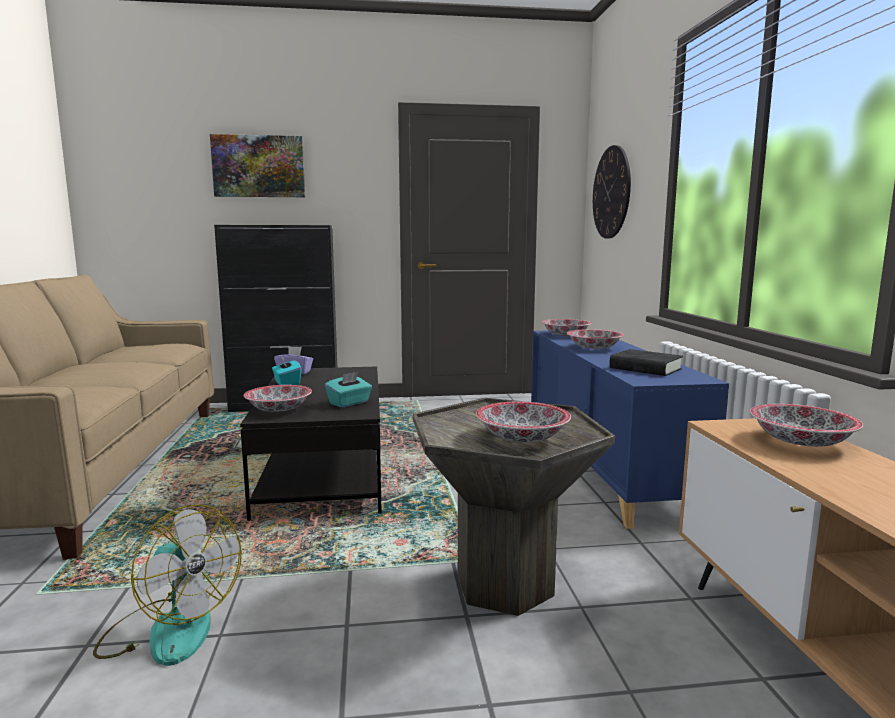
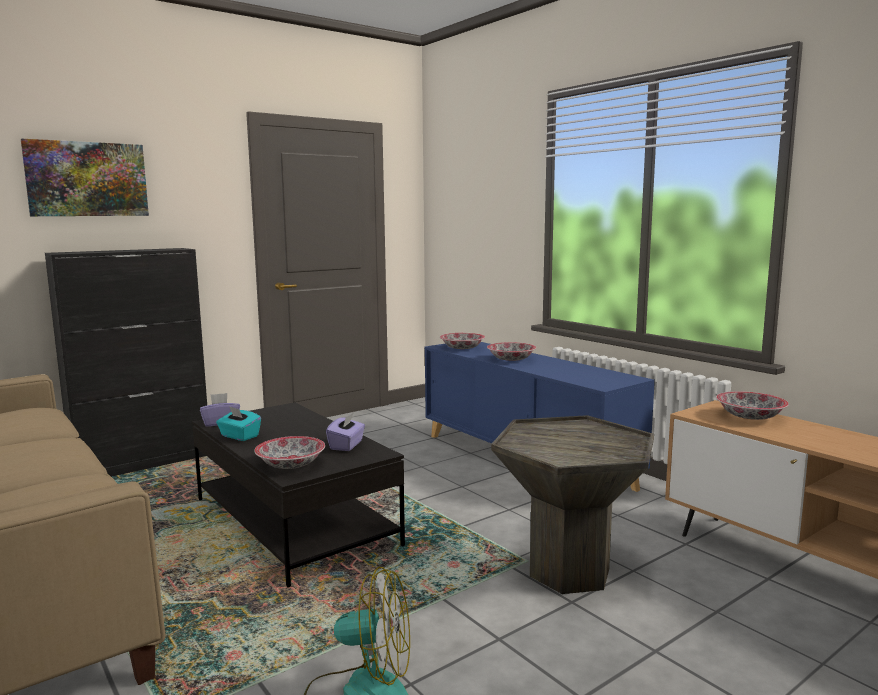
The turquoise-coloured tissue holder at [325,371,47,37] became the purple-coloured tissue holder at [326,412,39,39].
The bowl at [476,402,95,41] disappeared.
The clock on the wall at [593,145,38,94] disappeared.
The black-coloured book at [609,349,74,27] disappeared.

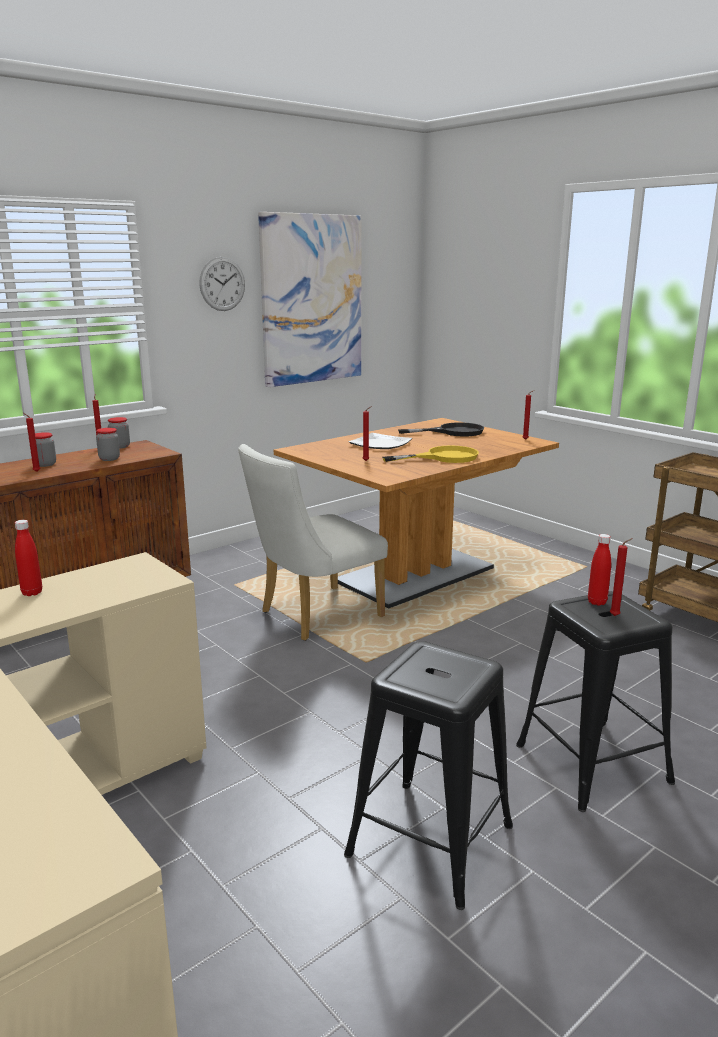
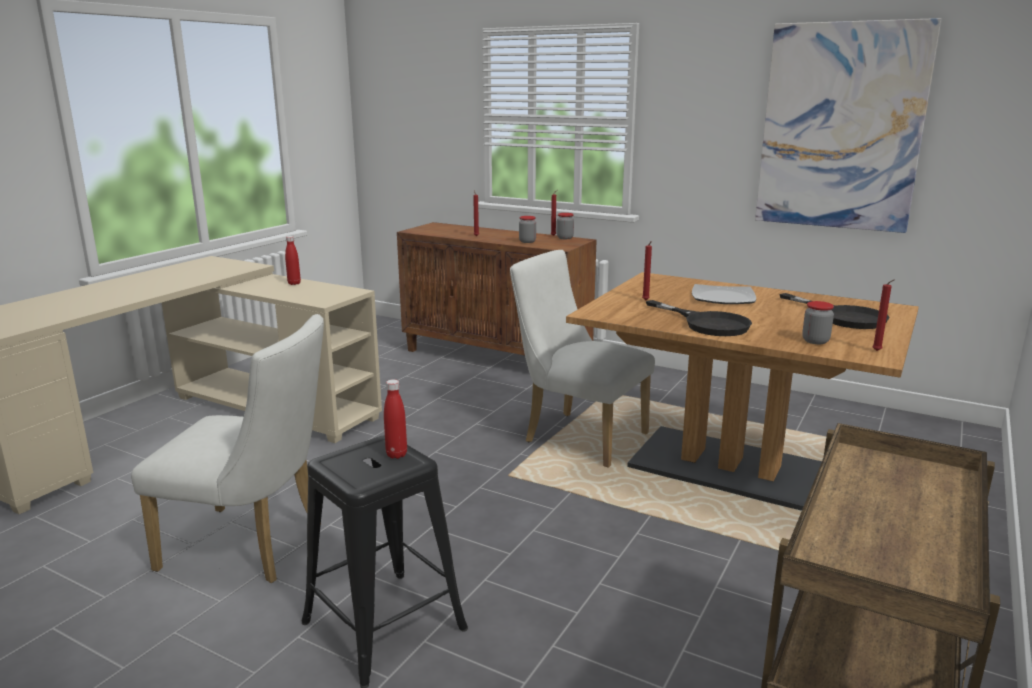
The storage jar moved from [35,432,21,35] to [802,301,32,43].
The clock on the wall at [199,257,46,54] disappeared.
The black-coloured stool at [344,642,169,268] was replaced by the white-coloured upright chair at [131,314,193,269].
The yellow frying pan at [382,445,97,18] became the black-coloured frying pan at [646,300,106,36].
The red wax light at [610,538,23,78] disappeared.

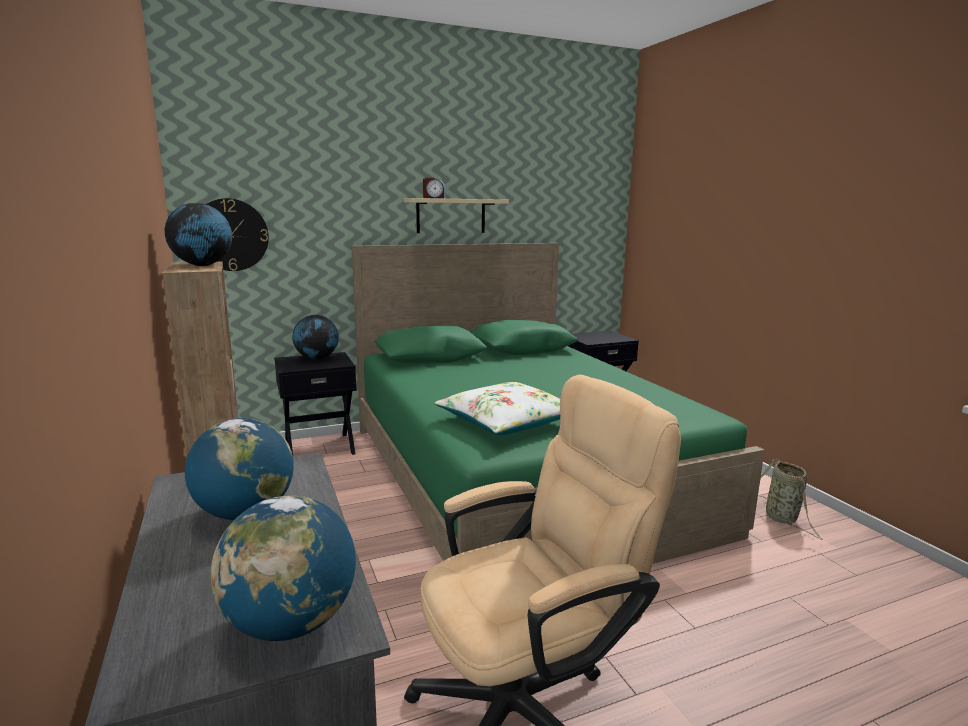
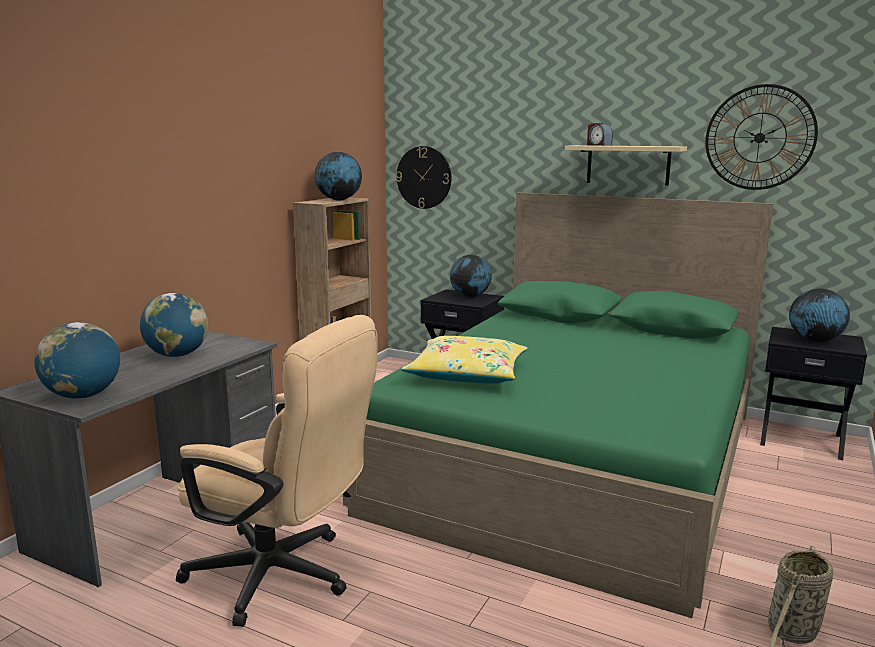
The white-coloured pillow at [434,382,126,53] became the yellow pillow at [401,336,127,48].
The clock on the wall at [705,84,113,106] appeared.
The world globe at [789,289,61,54] appeared.

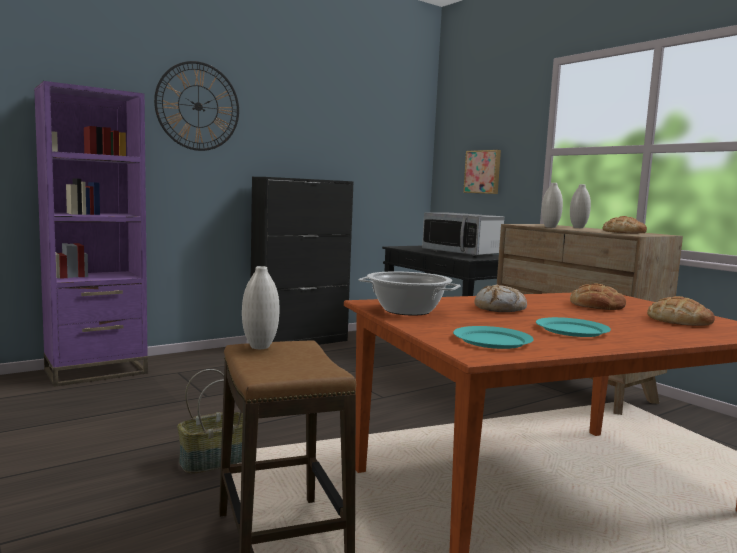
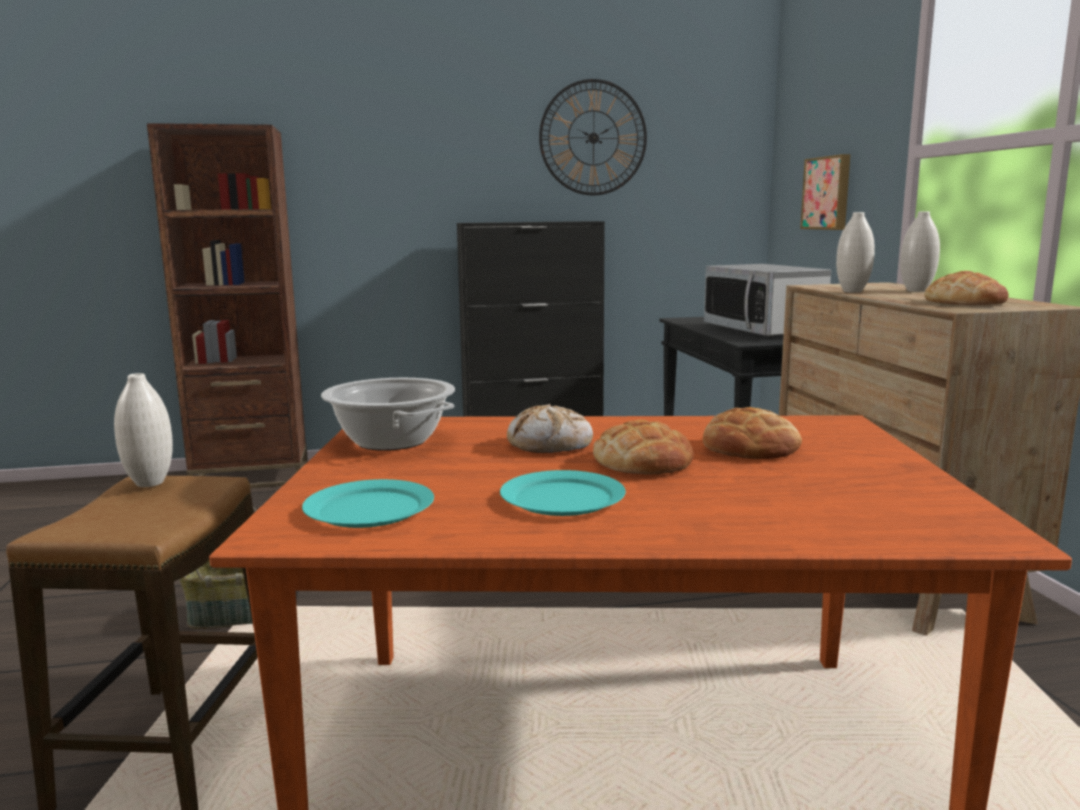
The purple-coloured bookcase at [34,81,114,306] became the brown bookcase at [147,123,161,365].
The clock on the wall moved from [154,61,85,90] to [539,79,108,117].
The bread moved from [647,296,68,30] to [593,420,101,55].

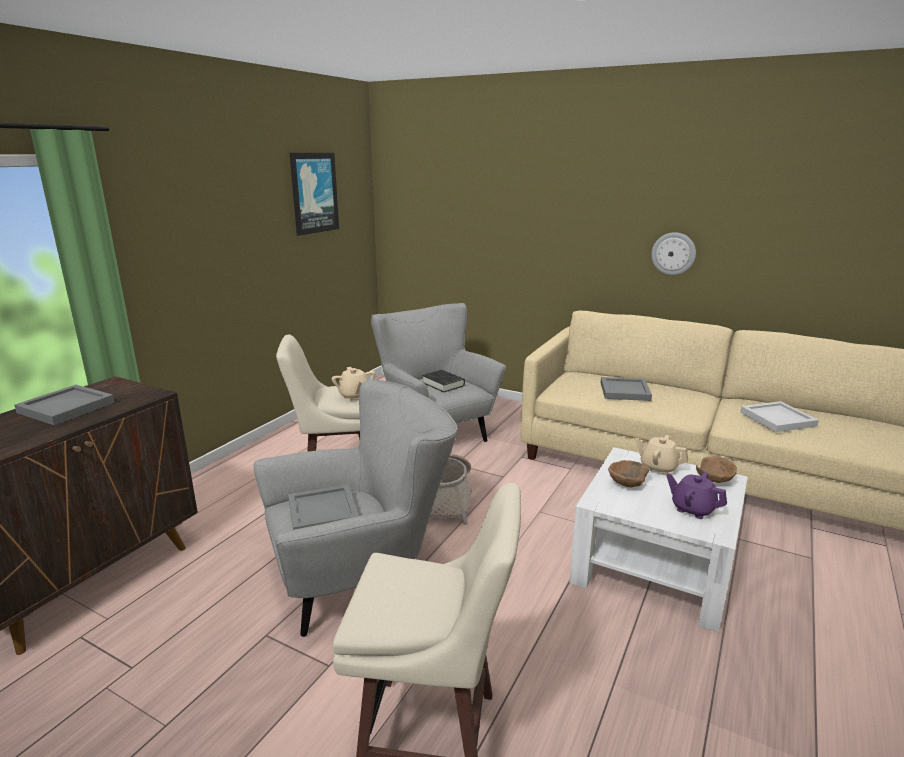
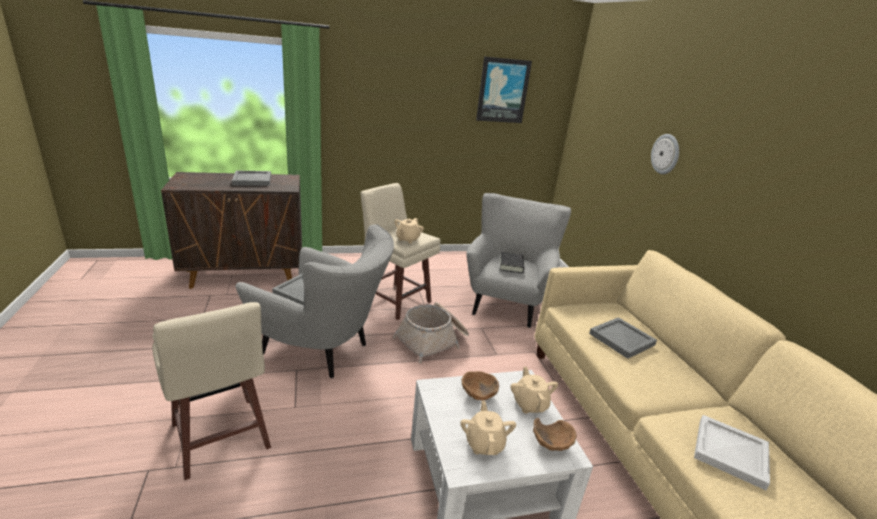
The clock on the wall moved from [651,232,45,43] to [651,134,28,40].
The purple-coloured teapot at [666,472,61,47] became the beige-coloured teapot at [460,401,56,54].

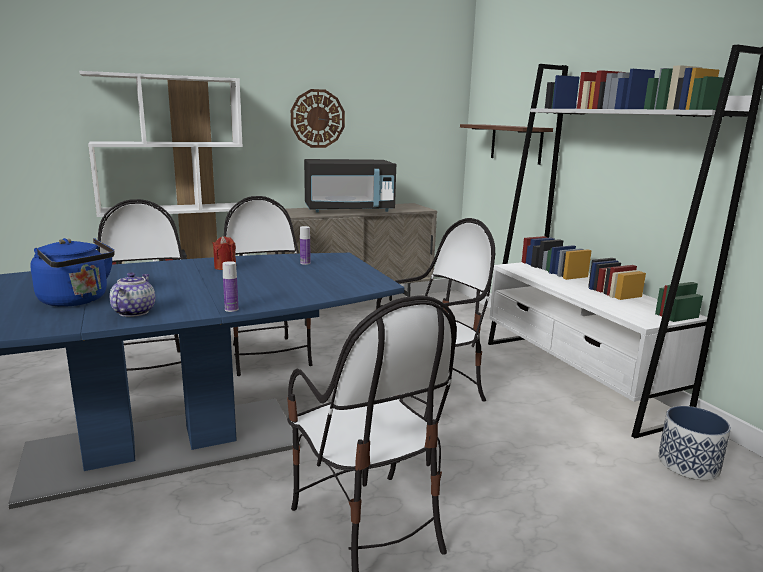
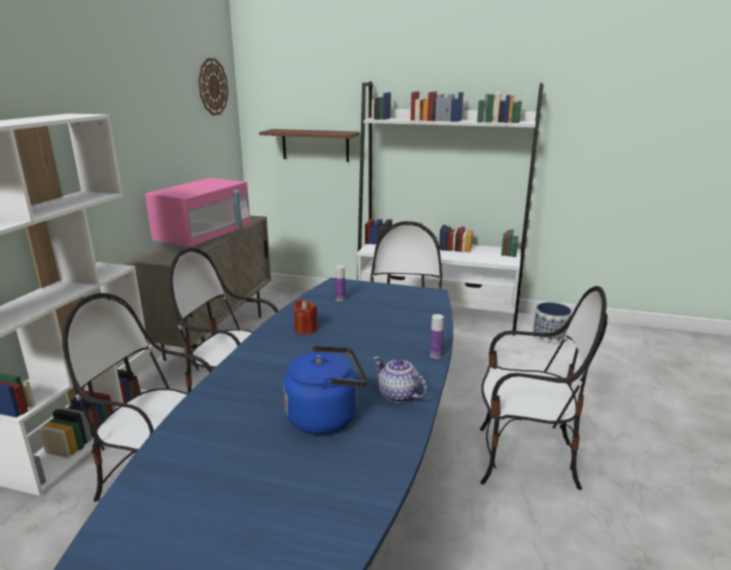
The clock on the wall moved from [291,89,54,59] to [198,58,30,58].
The black-coloured kitchen microwave at [304,159,92,54] became the pink kitchen microwave at [145,178,105,70].

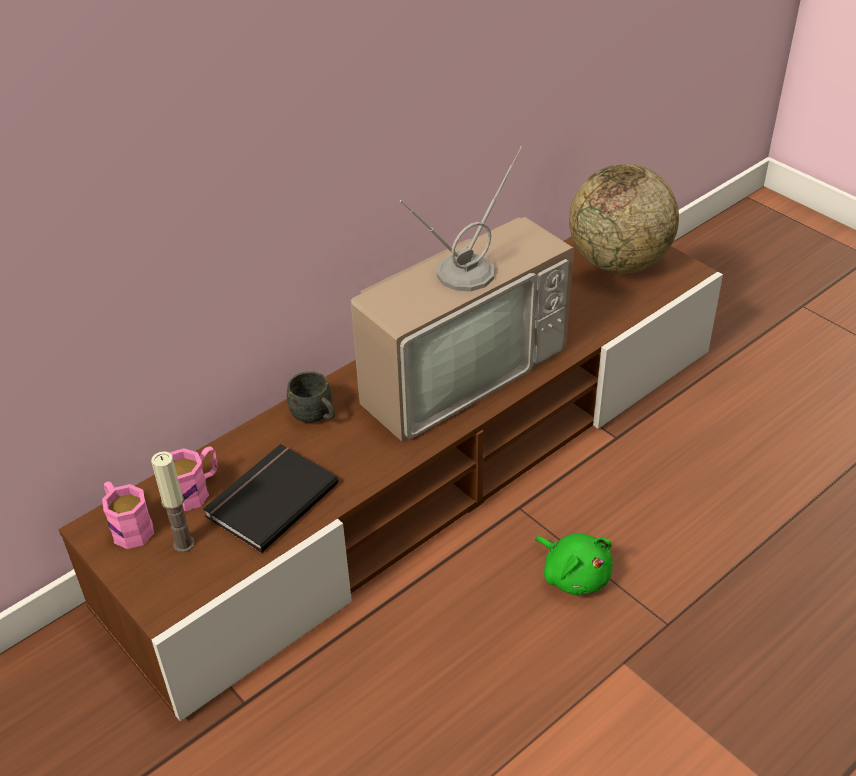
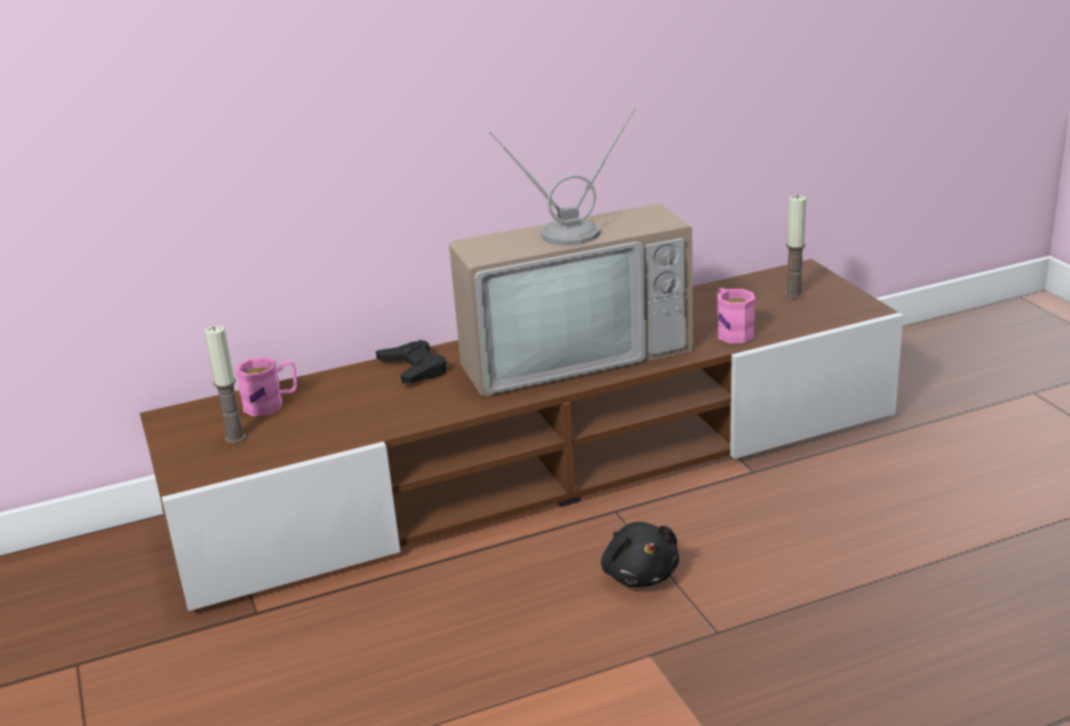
The pink coffee mug moved from [102,481,52,68] to [717,288,38,56].
The black-coloured book at [203,444,135,109] disappeared.
The greyish coffee mug at [287,371,48,52] was replaced by the black-coloured gamepad at [376,340,71,44].
The green-coloured plush toy at [535,533,78,63] became the black-coloured plush toy at [601,522,78,65].
The world globe at [569,164,110,110] was replaced by the wax light at [785,195,21,104].

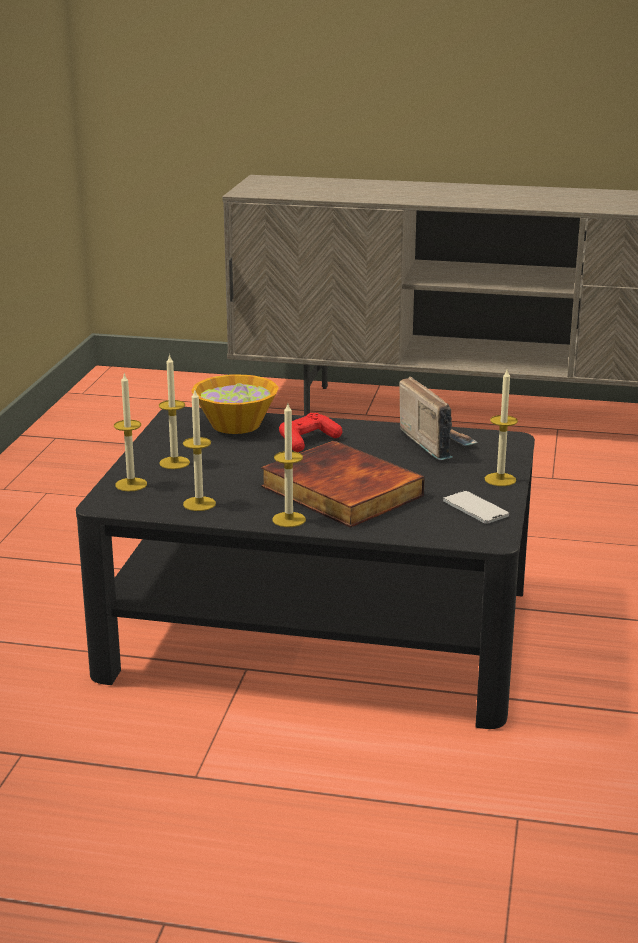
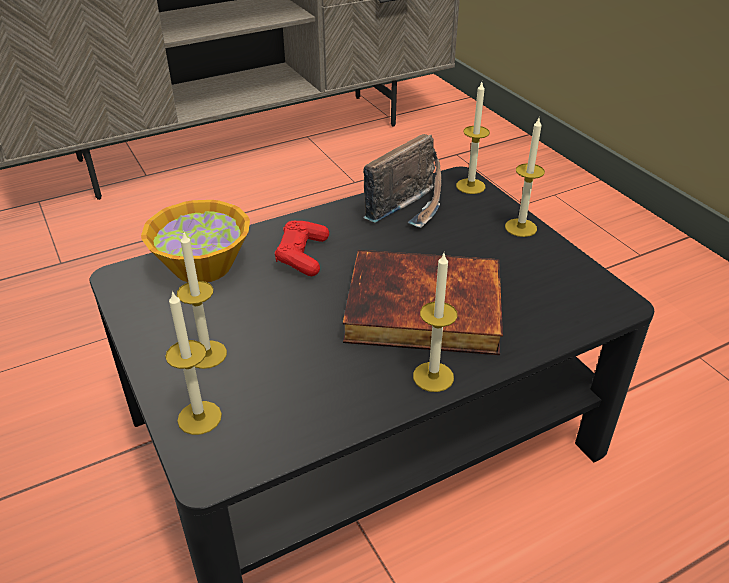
The wax light moved from [183,390,33,121] to [456,82,34,112].
The radio at [399,376,79,84] turned 105 degrees clockwise.
The phone at [443,491,66,33] disappeared.

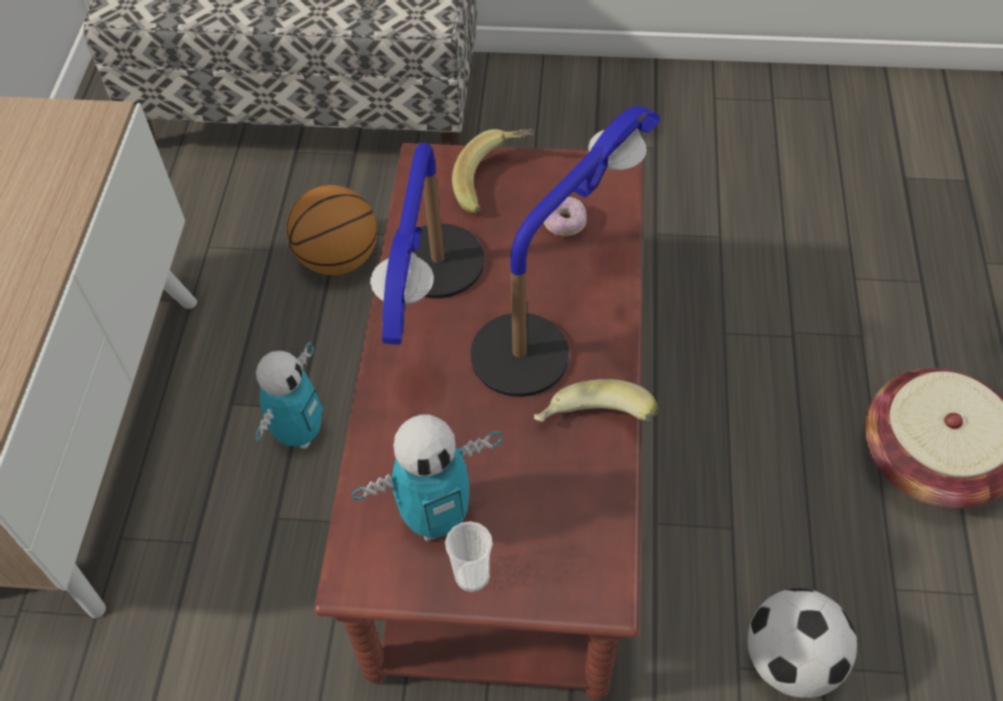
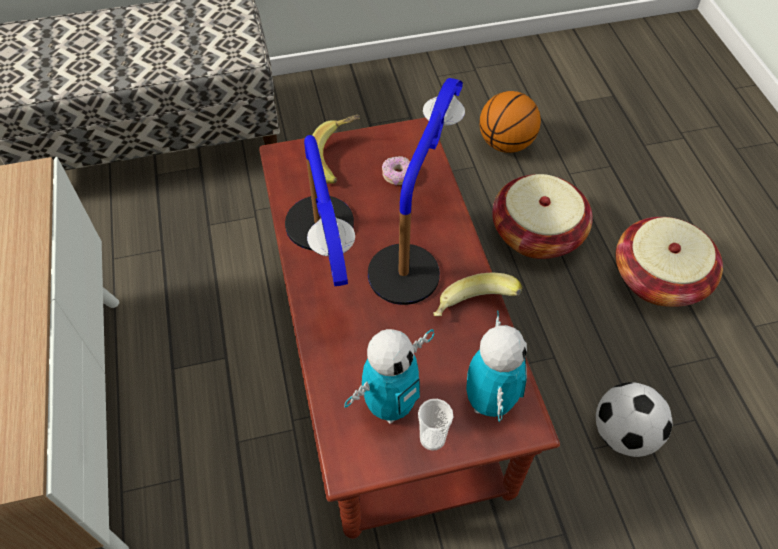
The model robot moved from [256,342,68,107] to [466,310,61,112].
The basketball ball moved from [286,185,91,90] to [479,91,62,62].
The storage basket at [492,174,101,85] appeared.

